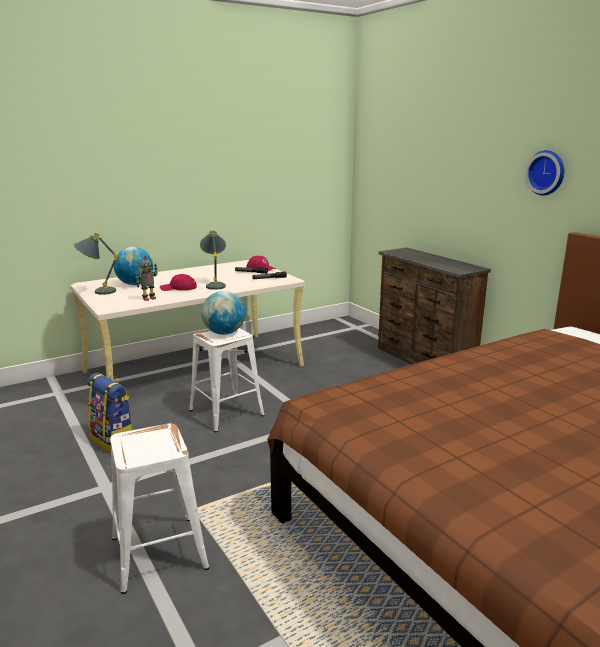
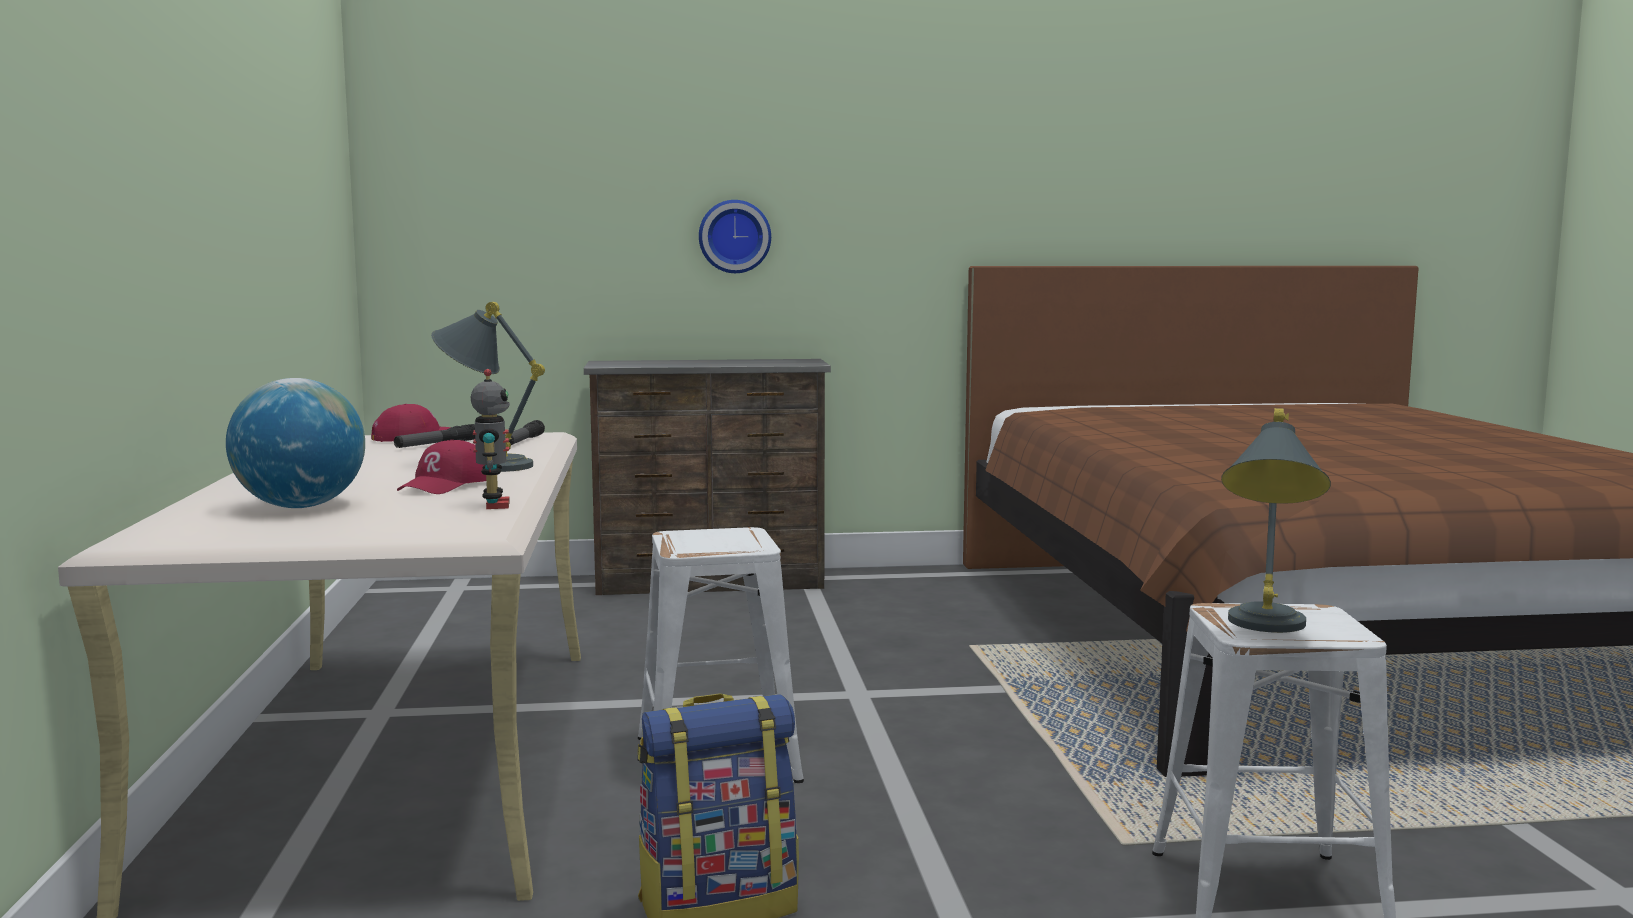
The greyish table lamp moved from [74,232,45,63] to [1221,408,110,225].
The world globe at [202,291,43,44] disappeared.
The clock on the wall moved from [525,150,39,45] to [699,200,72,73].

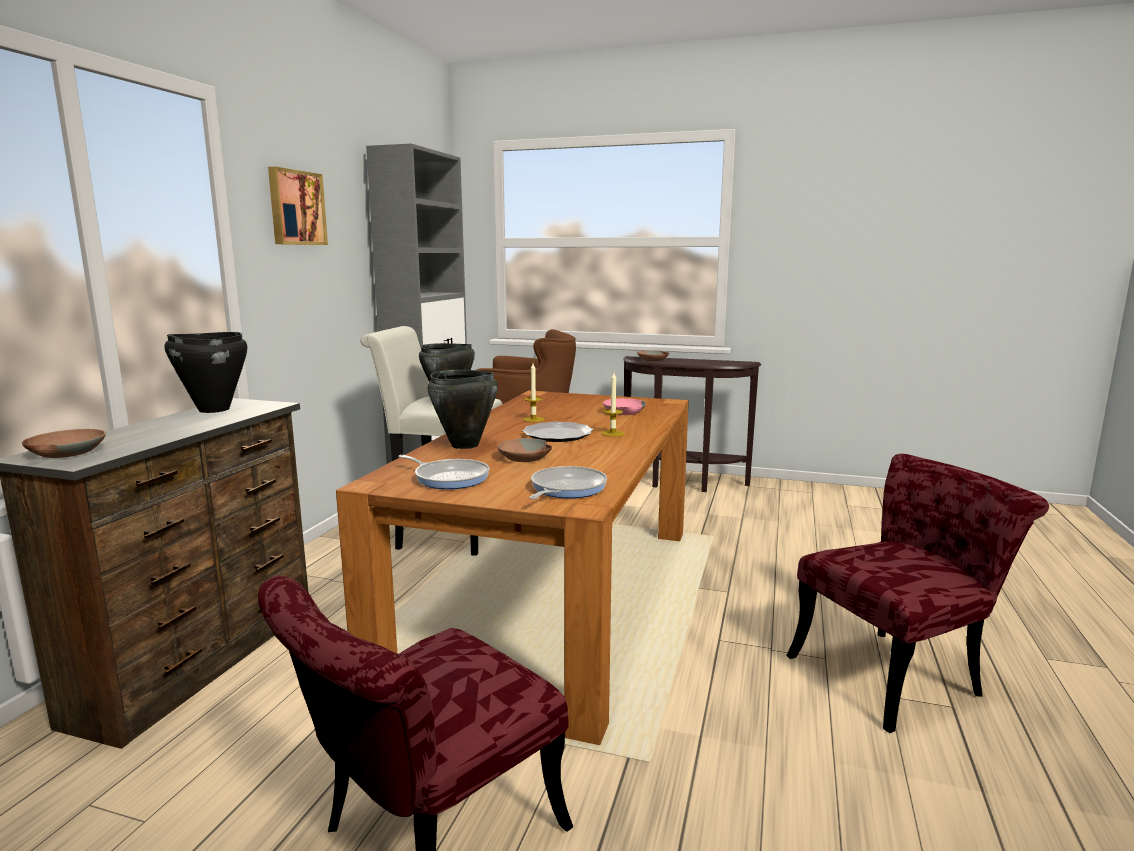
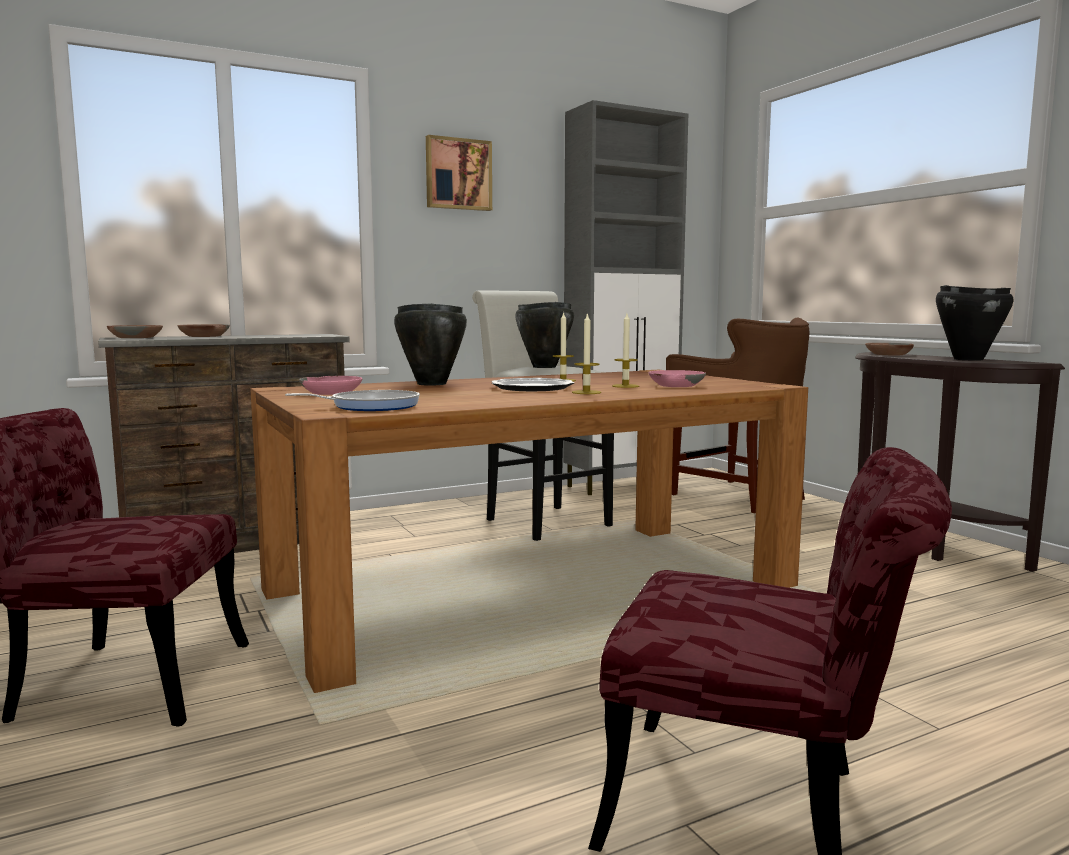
The black-coloured stockpot moved from [165,332,82,81] to [936,285,77,76].
The frying pan at [398,455,91,34] was replaced by the pink bowl at [299,376,63,19].
The brown bowl moved from [497,438,55,24] to [177,324,53,13].
The wax light at [612,314,27,74] appeared.

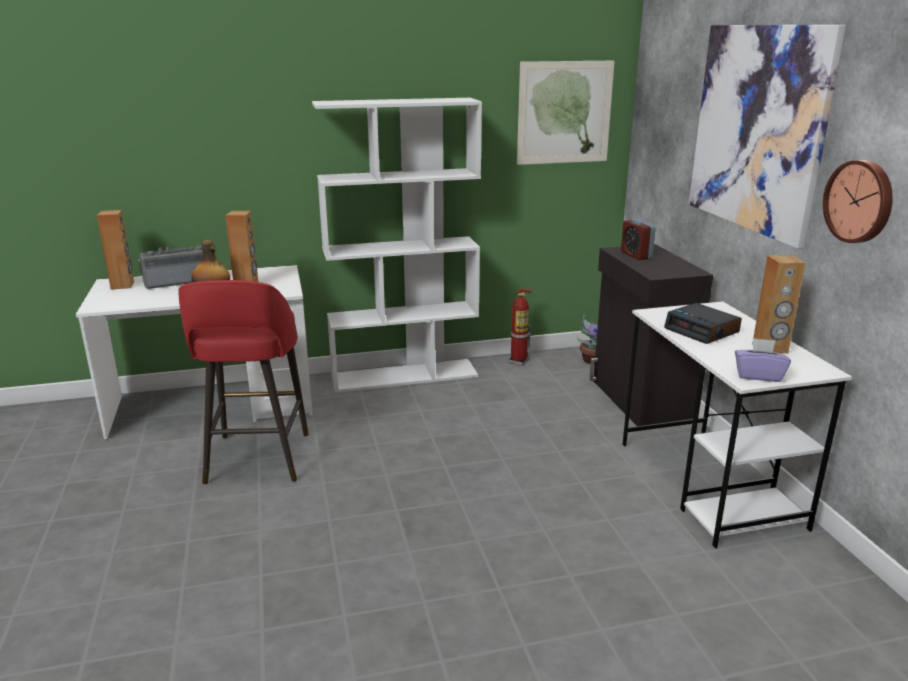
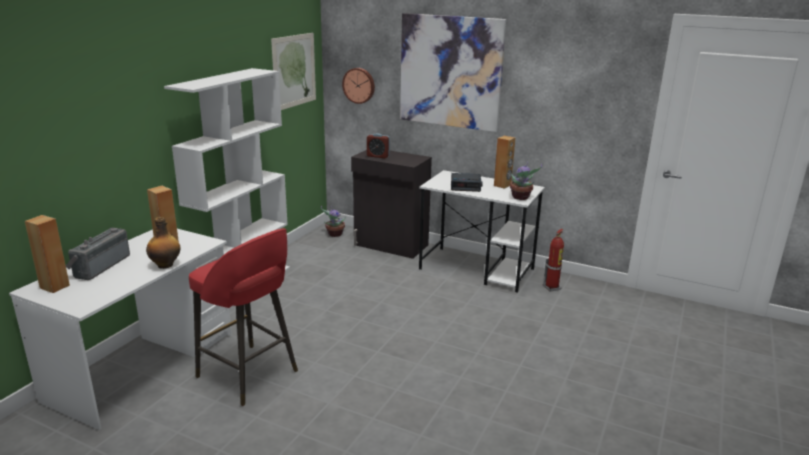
The extinguisher moved from [508,289,24,77] to [543,229,21,63].
The purple-coloured tissue holder at [735,338,56,44] was replaced by the potted plant at [510,161,32,39].
The clock on the wall moved from [823,160,70,83] to [342,68,33,36].

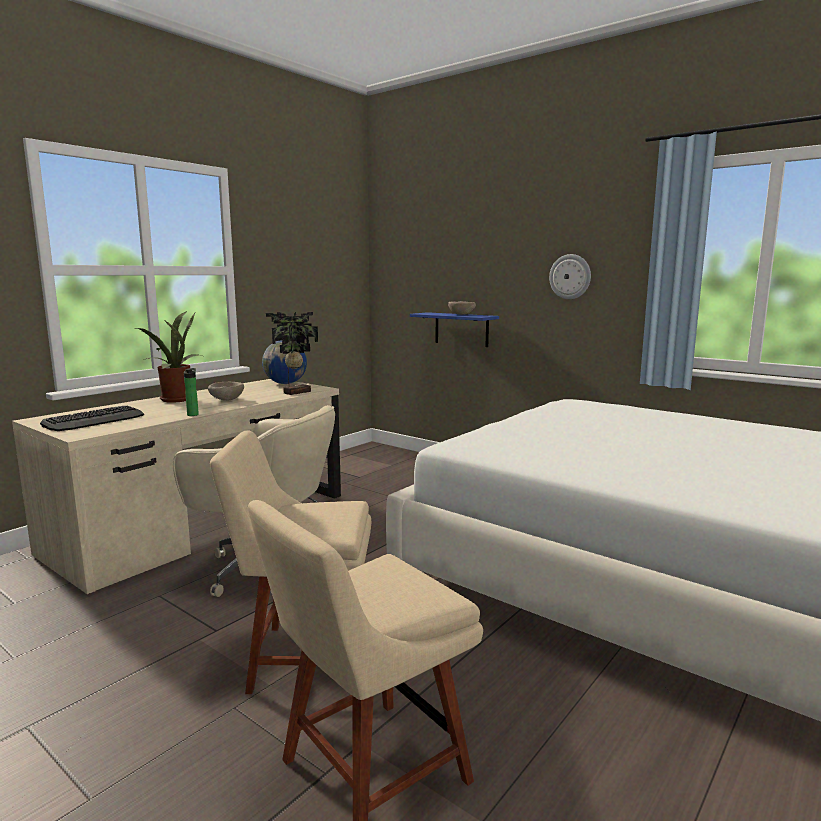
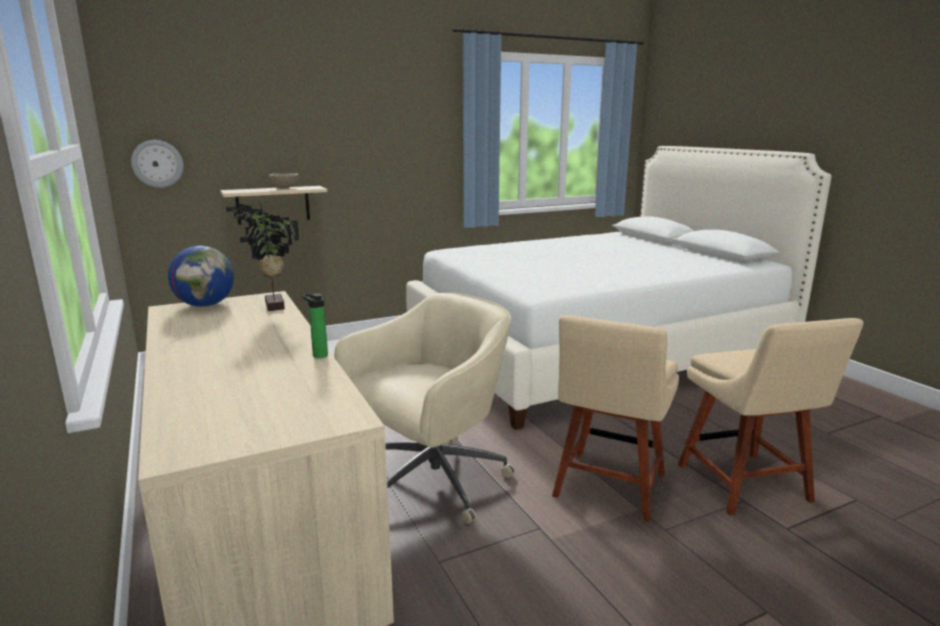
The computer keyboard at [40,406,104,25] disappeared.
The potted plant at [136,311,67,92] disappeared.
The beige-coloured bowl at [208,382,36,19] disappeared.
The blue-coloured shelf at [410,312,89,35] became the beige-coloured shelf at [220,186,107,39].
The clock on the wall moved from [549,254,42,45] to [131,140,53,48].

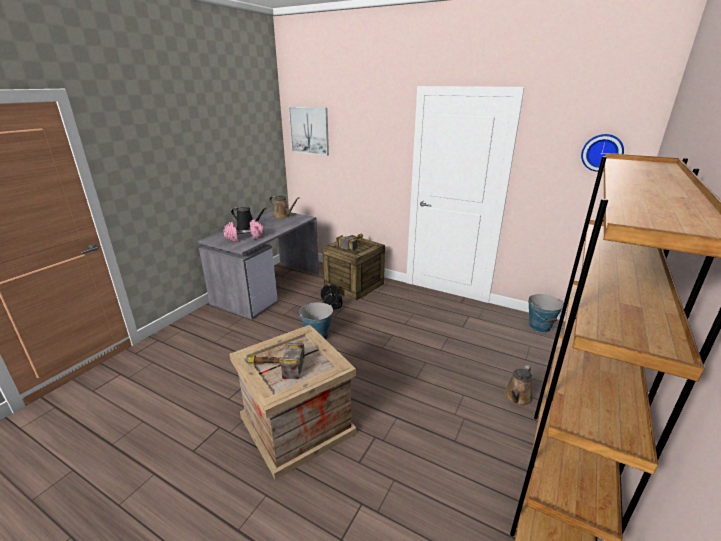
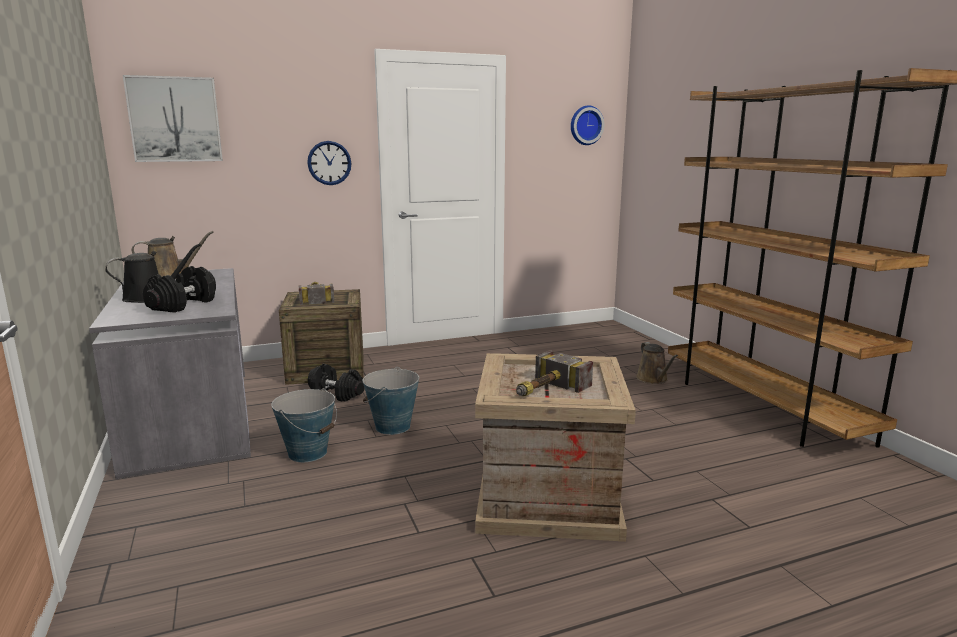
The pink dumbbell at [223,220,41,22] became the black-coloured dumbbell at [143,266,73,47].
The water bucket moved from [528,294,35,39] to [271,388,66,74].
The clock on the wall at [307,141,44,44] appeared.

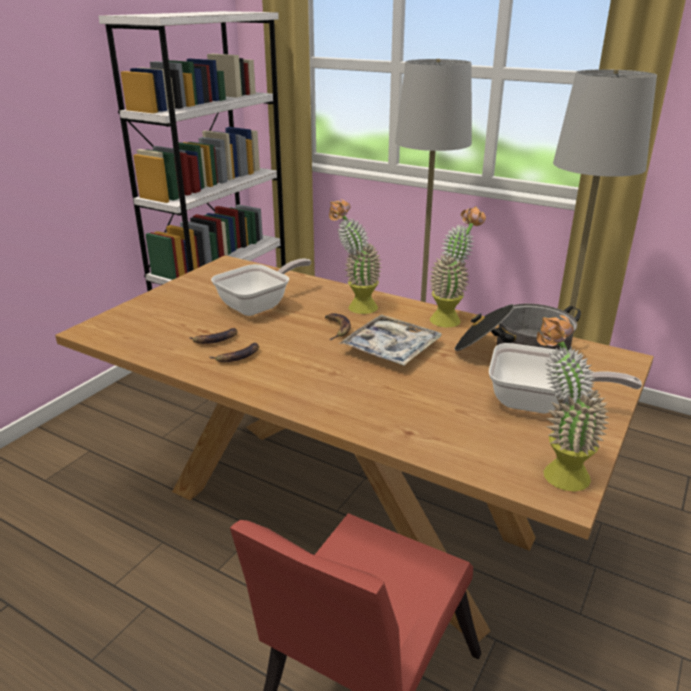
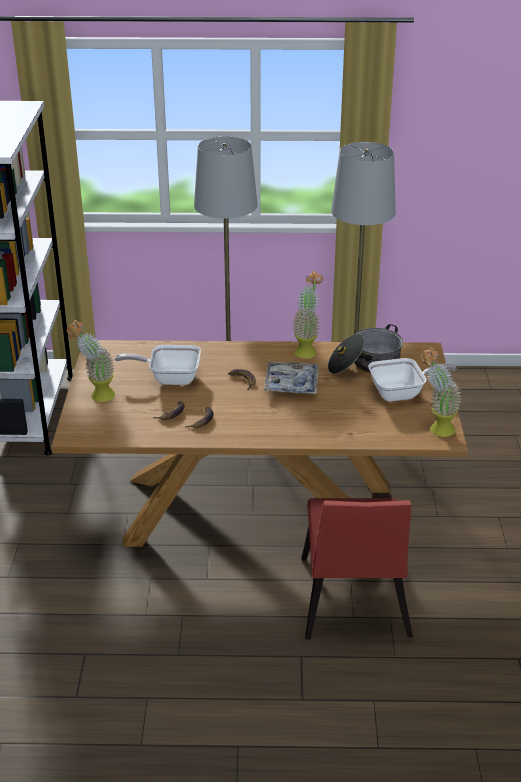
The frying pan at [211,258,100,58] turned 105 degrees counterclockwise.
The potted plant moved from [329,199,53,115] to [66,320,49,82].

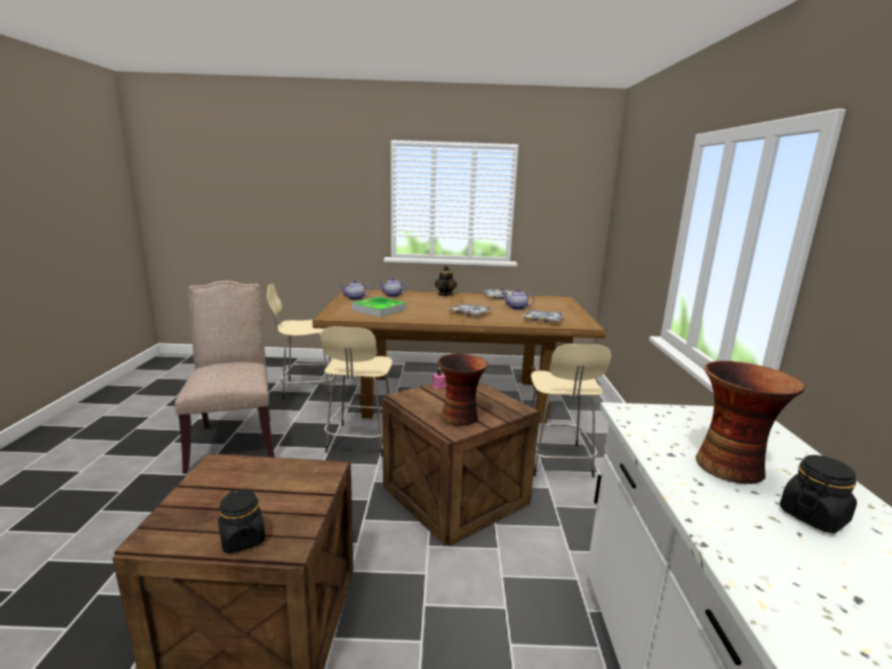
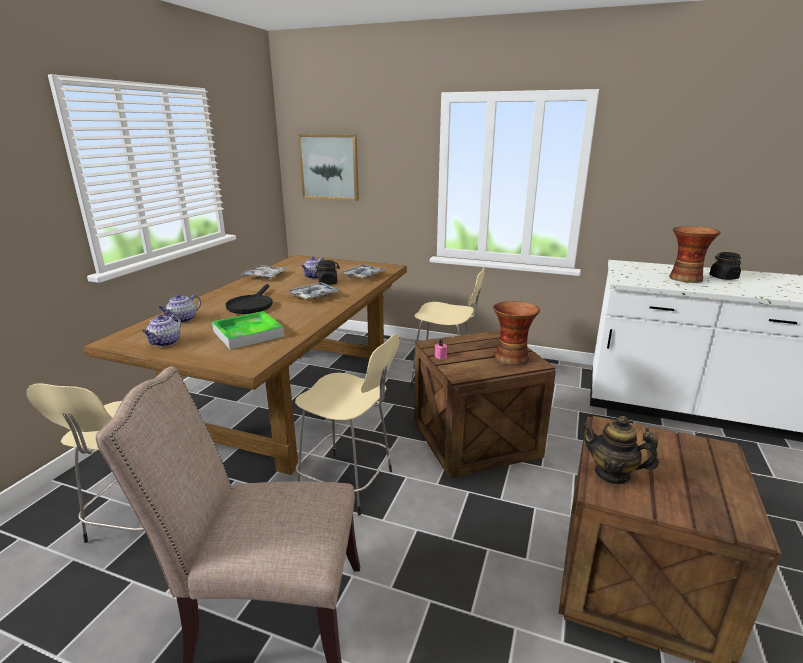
The black-coloured storage jar moved from [218,488,47,66] to [315,260,25,25].
The teapot moved from [435,265,22,31] to [581,416,78,69].
The black-coloured frying pan at [226,284,47,30] appeared.
The wall art at [298,134,61,67] appeared.

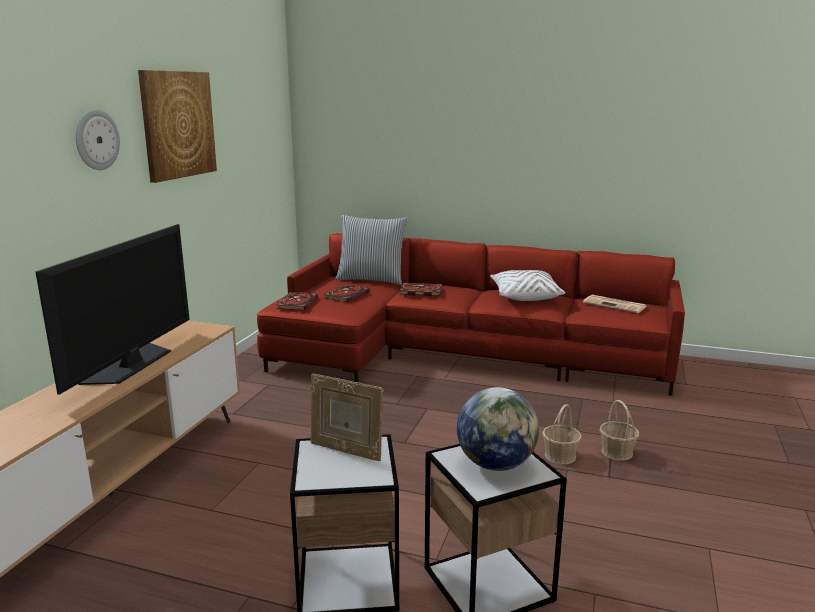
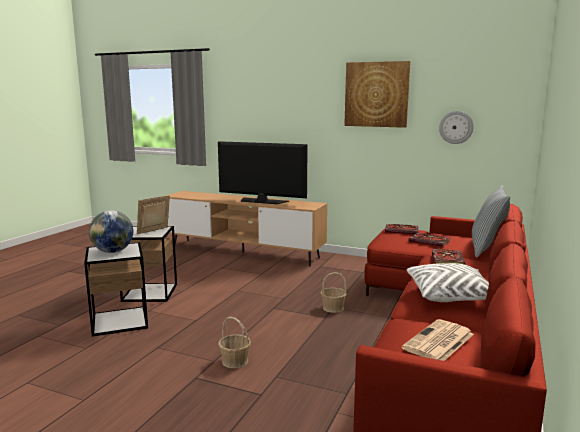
The clock on the wall moved from [76,109,44,61] to [439,111,35,33].
The storage basket moved from [600,400,39,60] to [321,272,26,41].

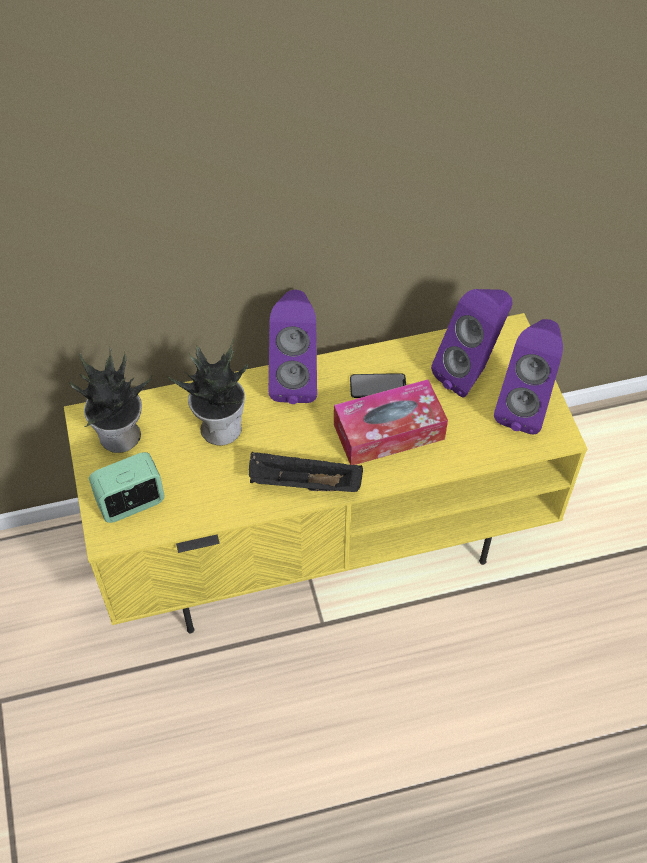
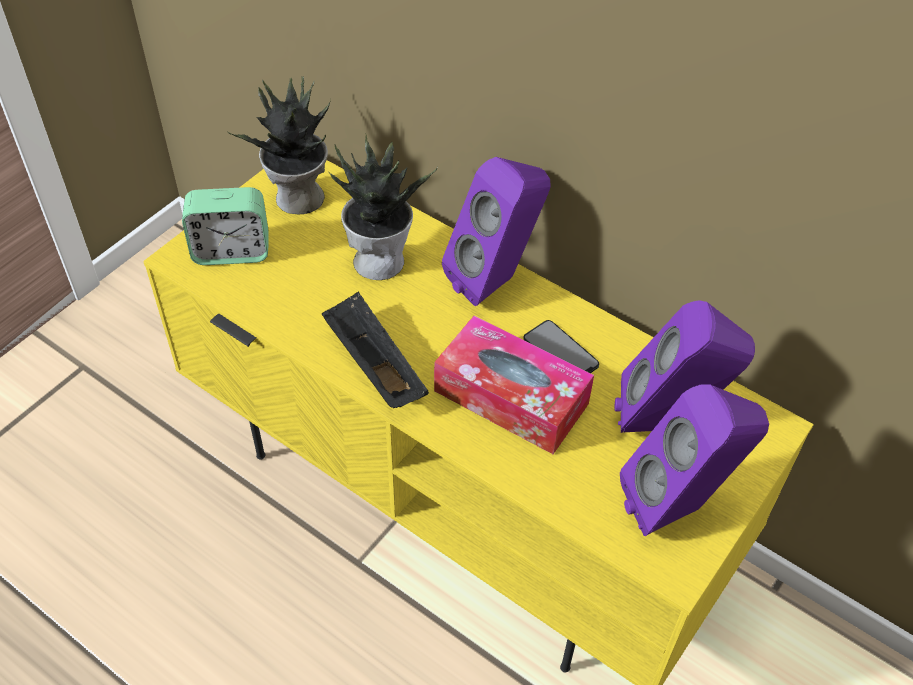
The table clock at [89,452,76,71] turned 150 degrees clockwise.

